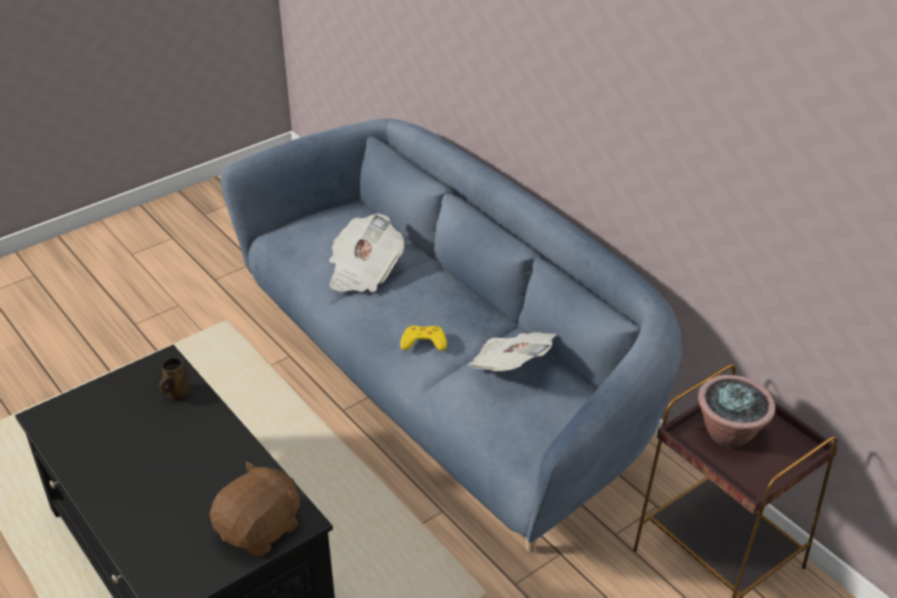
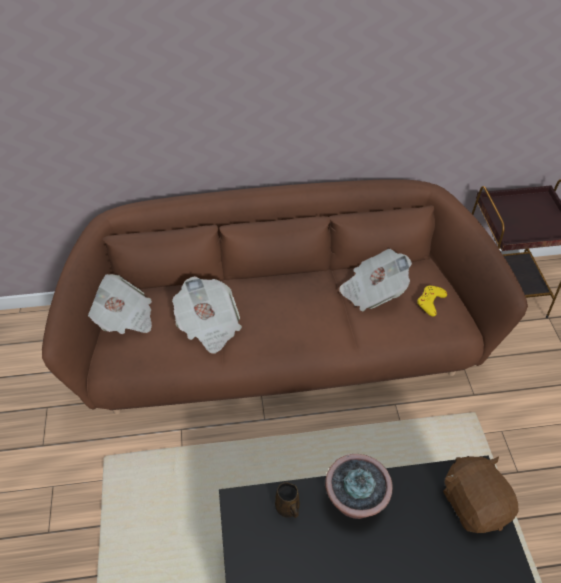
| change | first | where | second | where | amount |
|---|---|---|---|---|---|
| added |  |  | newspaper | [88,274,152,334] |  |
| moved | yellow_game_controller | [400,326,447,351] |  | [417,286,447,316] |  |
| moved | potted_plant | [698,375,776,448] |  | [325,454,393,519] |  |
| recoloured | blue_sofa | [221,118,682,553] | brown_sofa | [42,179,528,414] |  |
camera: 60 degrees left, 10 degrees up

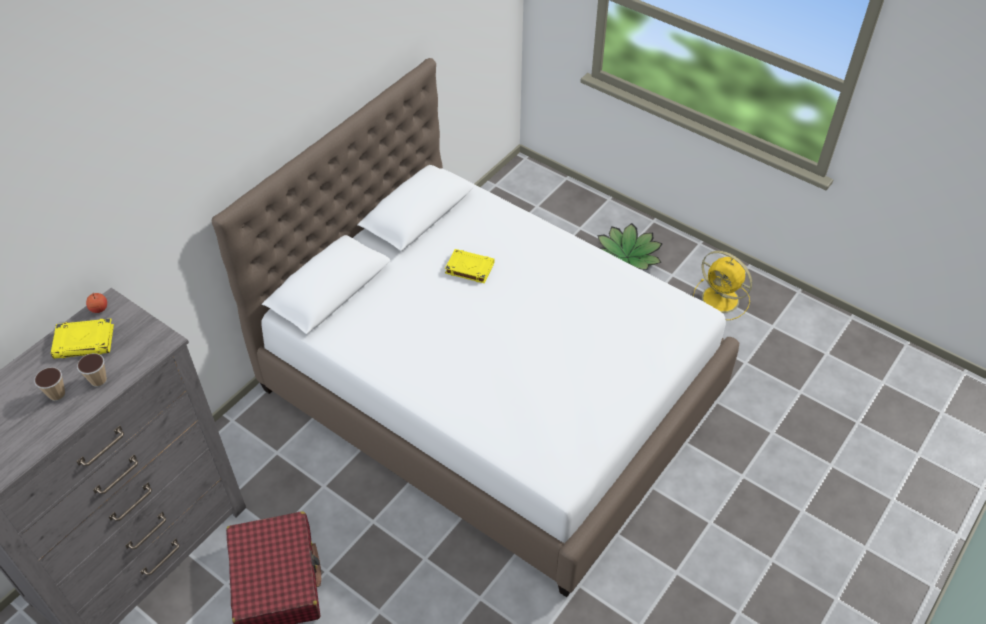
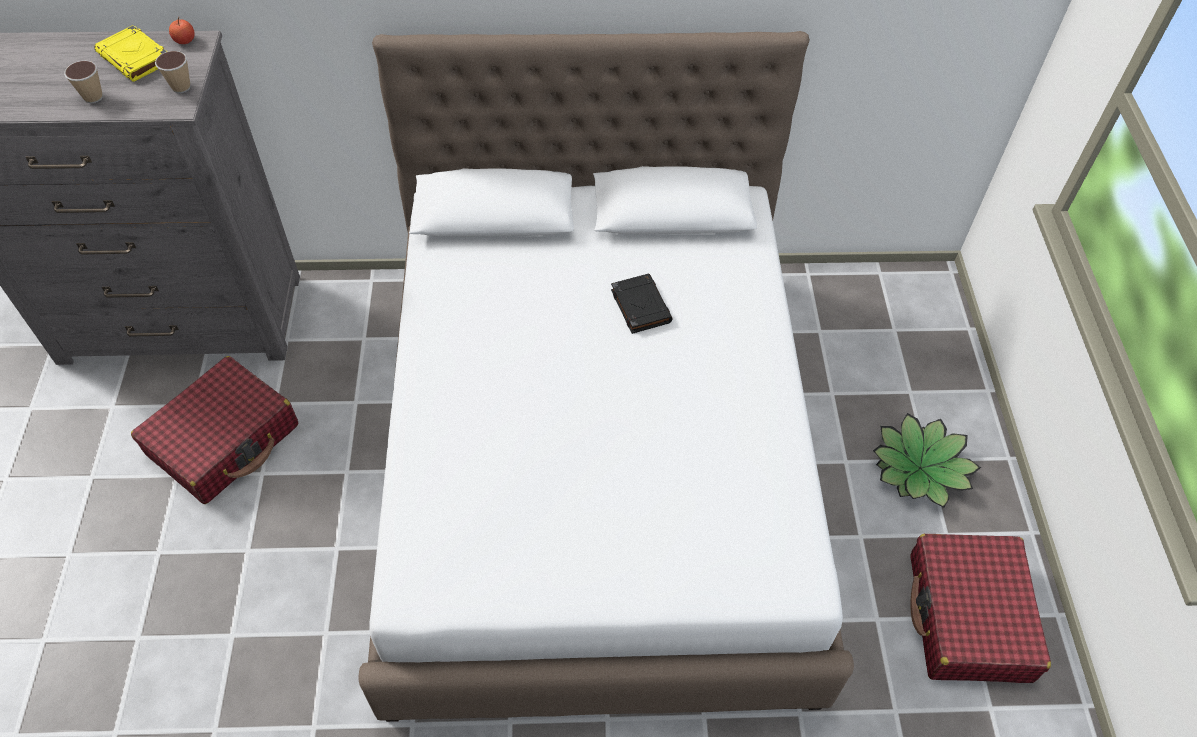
| change | first | where | second | where | amount |
|---|---|---|---|---|---|
| moved | cup | [34,367,65,401] |  | [155,51,191,93] |  |
| replaced | yellow_fan | [693,251,752,320] | red_suitcase | [910,534,1051,683] |  |
| recoloured | yellow_book | [445,249,495,284] | black_book | [611,274,672,334] |  |
camera: 50 degrees right, 5 degrees up

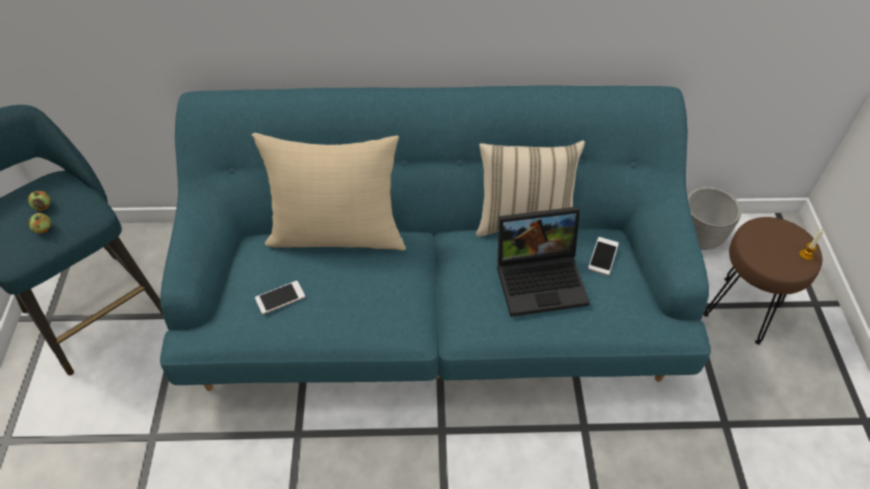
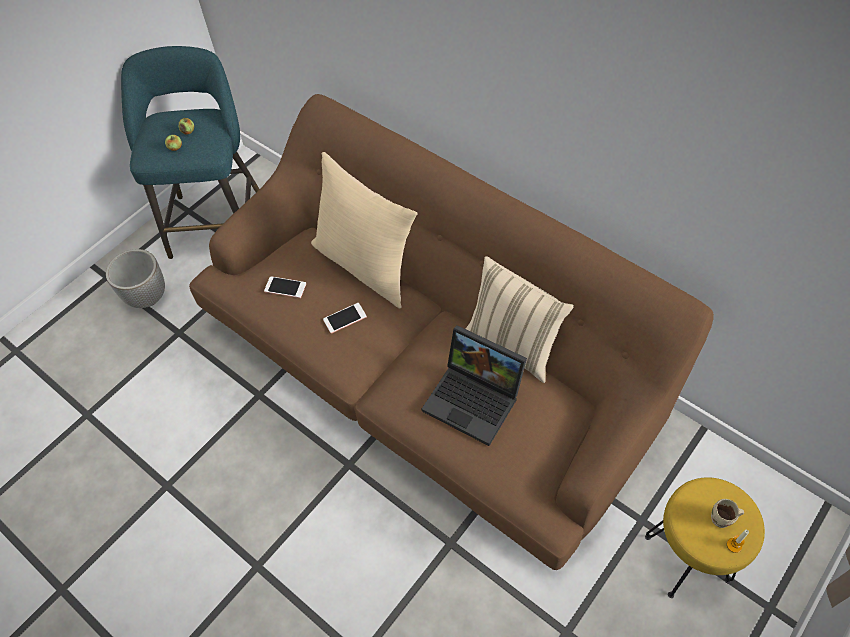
| change | first | where | second | where | amount |
|---|---|---|---|---|---|
| added |  |  | beige_mug | [711,499,744,528] |  |
| moved | phone | [588,237,619,275] |  | [323,303,367,333] |  |
| moved | planter | [687,187,741,250] |  | [106,249,165,308] |  |
| recoloured | turquoise_sofa | [160,86,711,391] | brown_sofa | [189,94,714,570] |  |
| recoloured | brown_stool | [703,217,822,345] | yellow_stool | [645,477,765,598] |  |
camera: 45 degrees right, 5 degrees up

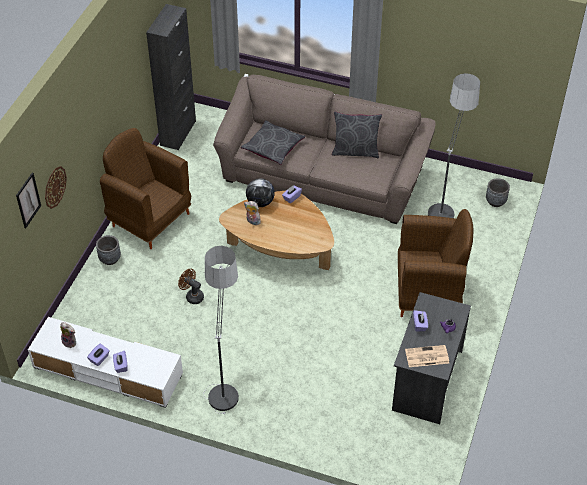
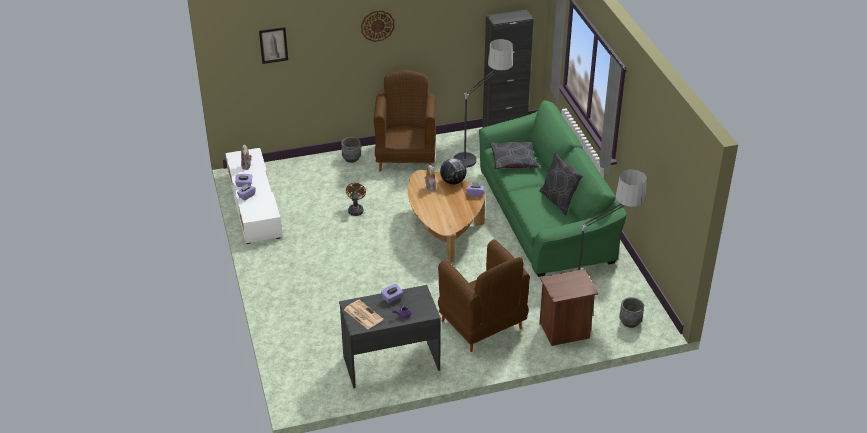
| change | first | where | second | where | amount |
|---|---|---|---|---|---|
| added |  |  | brown_nightstand | [539,269,599,346] |  |
| moved | wall_clock | [45,166,67,209] |  | [361,10,395,42] |  |
| moved | floor_lamp | [203,246,239,414] |  | [453,39,514,168] |  |
| recoloured | brown_sofa | [213,75,436,224] | green_sofa | [479,101,627,277] |  |
camera: 55 degrees right, 10 degrees down

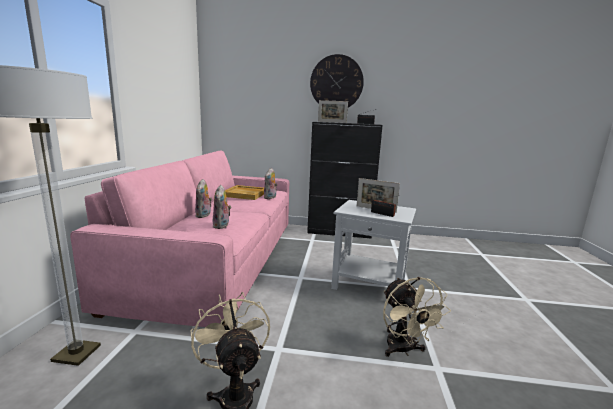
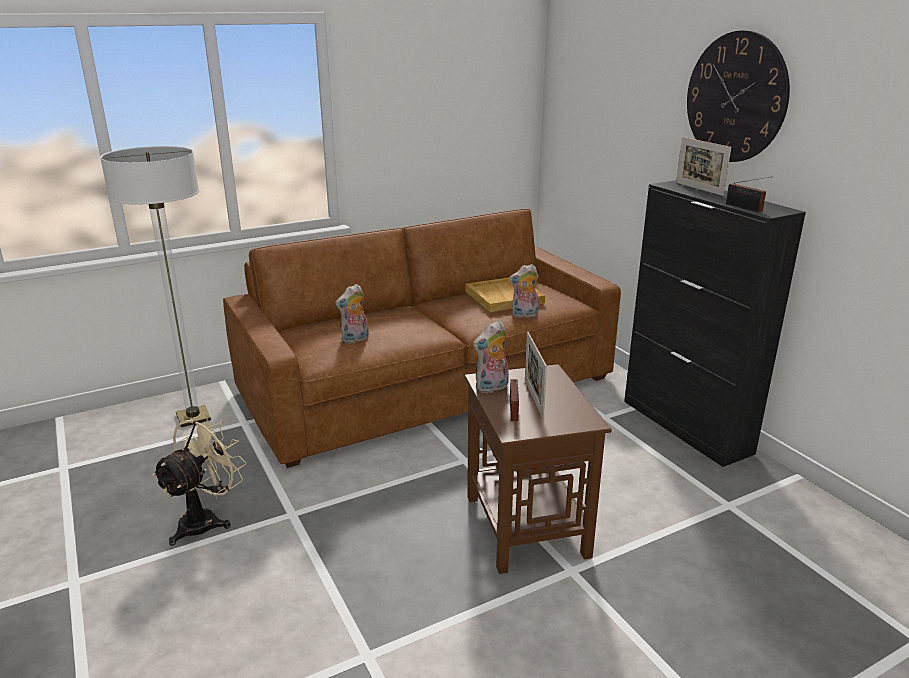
| change | first | where | second | where | amount |
|---|---|---|---|---|---|
| removed | beige_fan | [383,277,451,357] |  |  |  |
| moved | plush_toy | [195,179,212,218] |  | [473,320,509,393] |  |
| recoloured | pink_sofa | [70,150,289,327] | brown_sofa | [223,209,621,468] |  |
| recoloured | white_side_table | [331,200,416,290] | brown_side_table | [464,364,611,574] |  |
camera: 55 degrees right, 10 degrees up

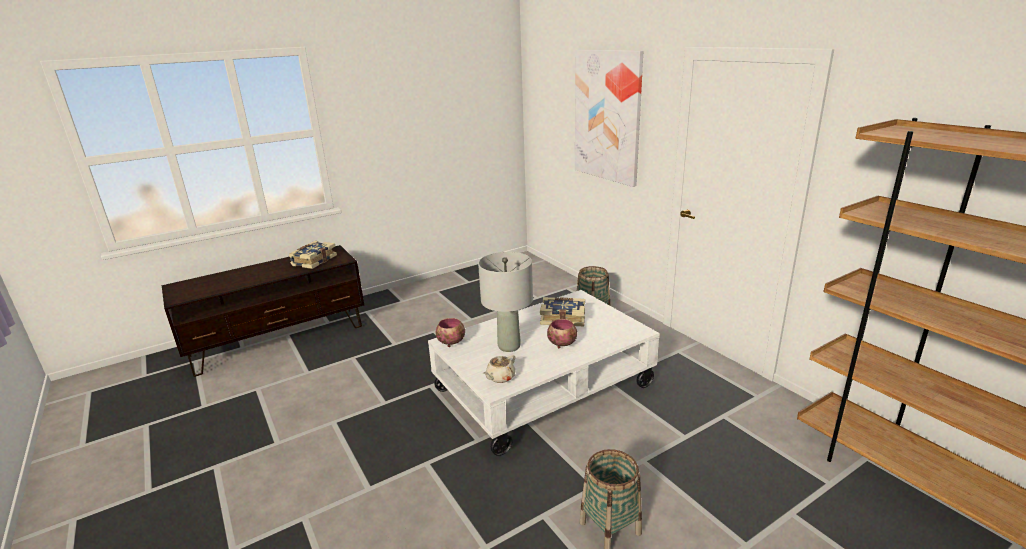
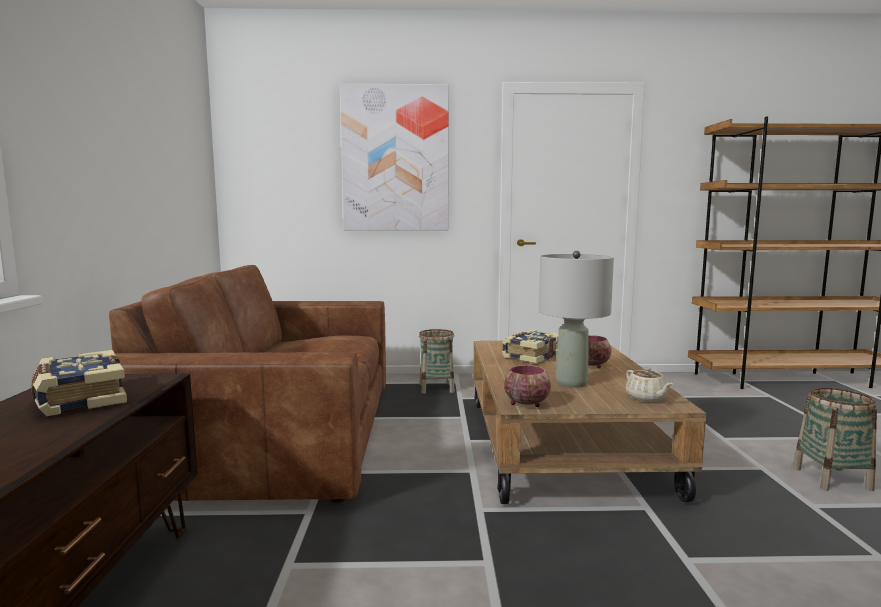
| change | first | where | second | where | amount |
|---|---|---|---|---|---|
| added |  |  | brown_sofa | [109,265,386,503] |  |
| recoloured | white_coffee_table | [428,290,659,456] | brown_coffee_table | [473,341,707,504] |  |
camera: 60 degrees left, 15 degrees down

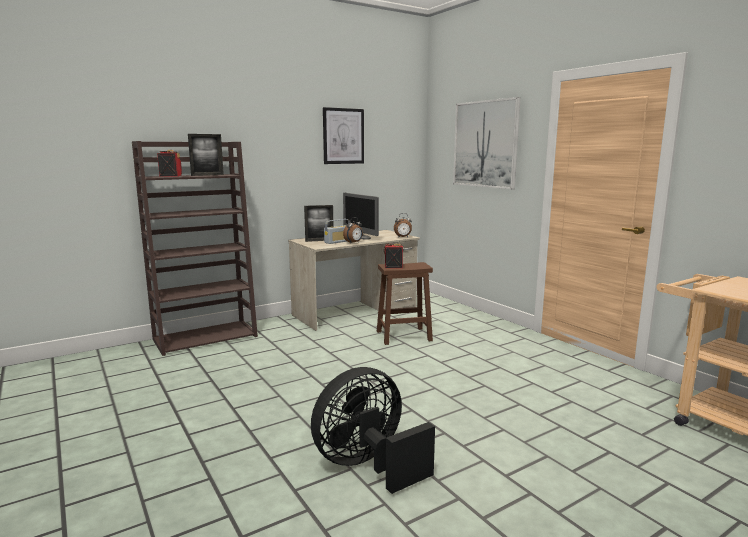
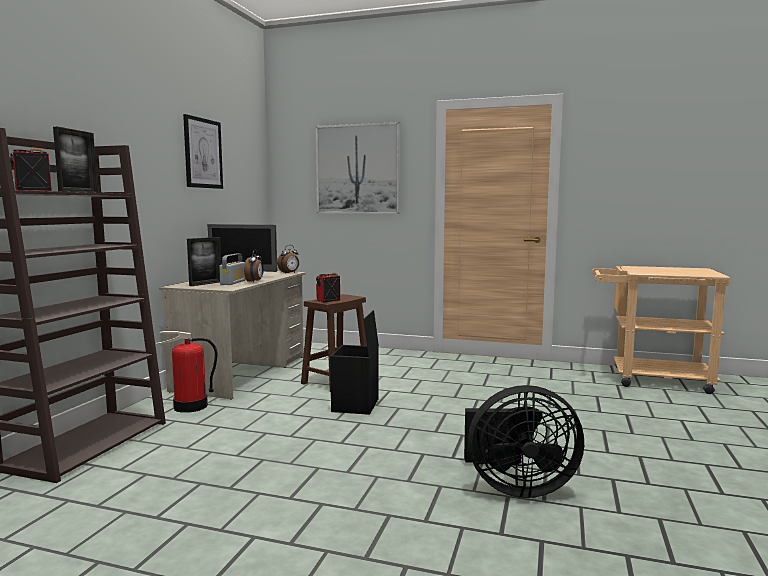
| change | first | where | second | where | amount |
|---|---|---|---|---|---|
| added |  |  | fire_extinguisher | [156,331,218,413] |  |
| added |  |  | black_storage_box | [330,310,379,415] |  |
| turned | black_fan | [311,367,435,494] |  | [464,385,584,498] | 105 degrees counterclockwise |
camera: 40 degrees left, 5 degrees down

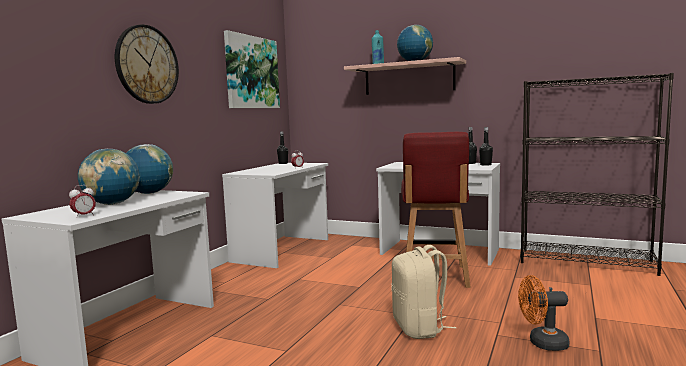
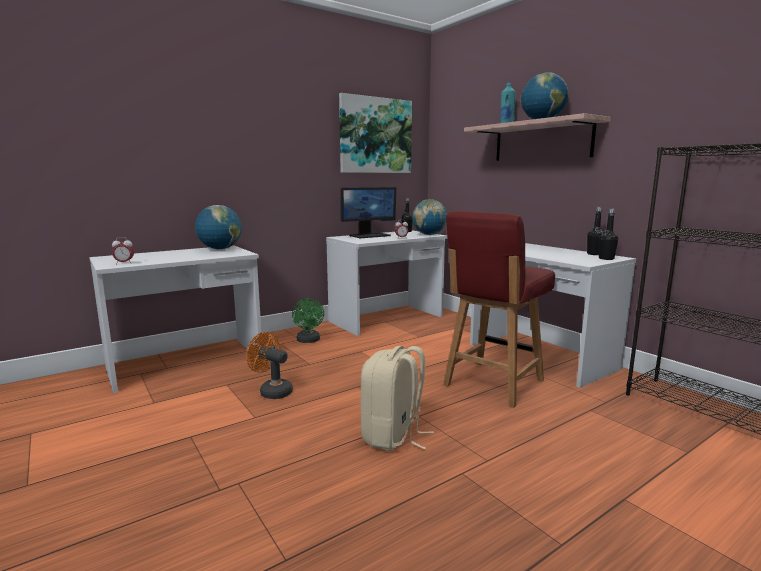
| change | first | where | second | where | amount |
|---|---|---|---|---|---|
| removed | wall_clock | [115,24,179,104] |  |  |  |
| added |  |  | green_fan | [292,298,324,343] |  |
| added |  |  | monitor | [340,187,396,238] |  |
| moved | globe | [78,149,140,205] |  | [412,199,447,235] |  |
| moved | orange_fan | [518,275,569,351] |  | [246,332,293,399] |  |
camera: 30 degrees right, 5 degrees up

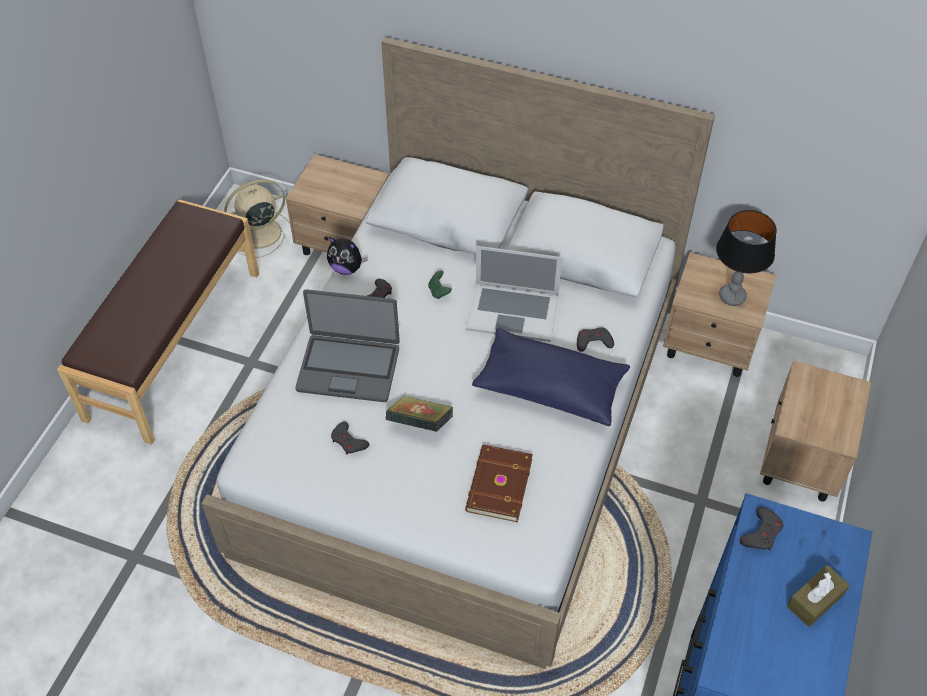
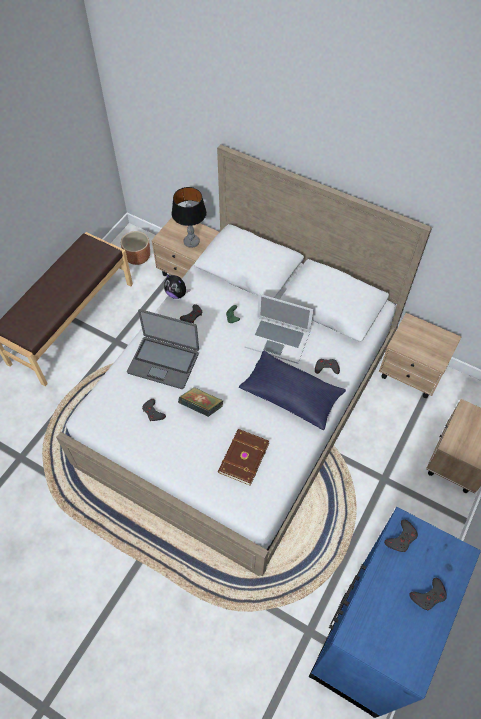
| change | first | where | second | where | amount |
|---|---|---|---|---|---|
| moved | table_lamp | [716,210,777,306] |  | [172,187,207,248] |  |
| replaced | beige_fan | [224,179,290,258] | brown_planter | [121,231,150,265] |  |
| replaced | brown_tissue_box | [787,565,850,627] | grey_game_controller | [409,578,447,610] |  |
camera: 10 degrees right, 5 degrees up

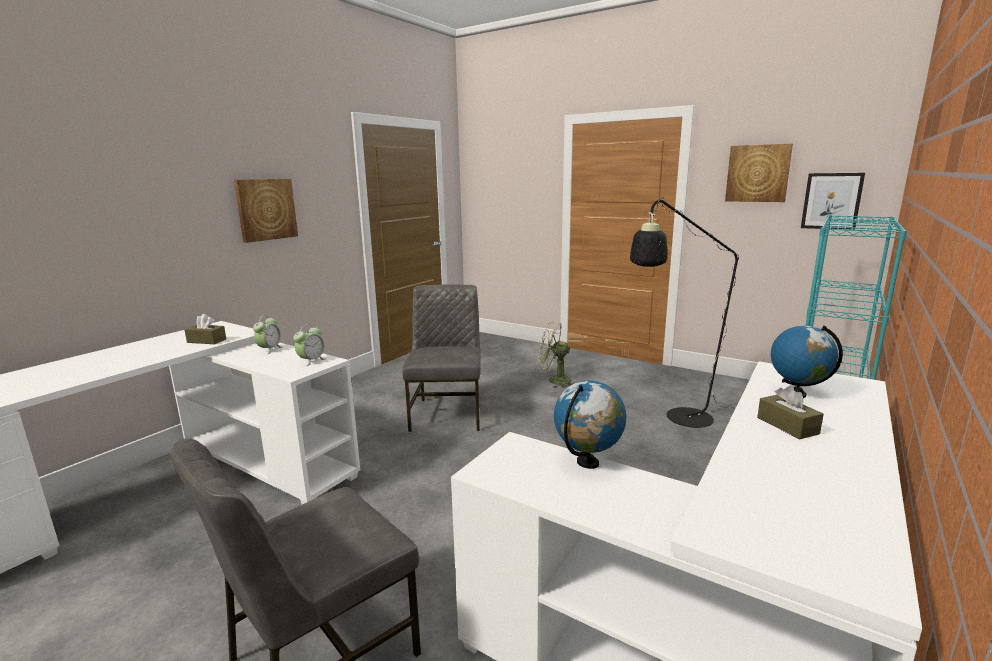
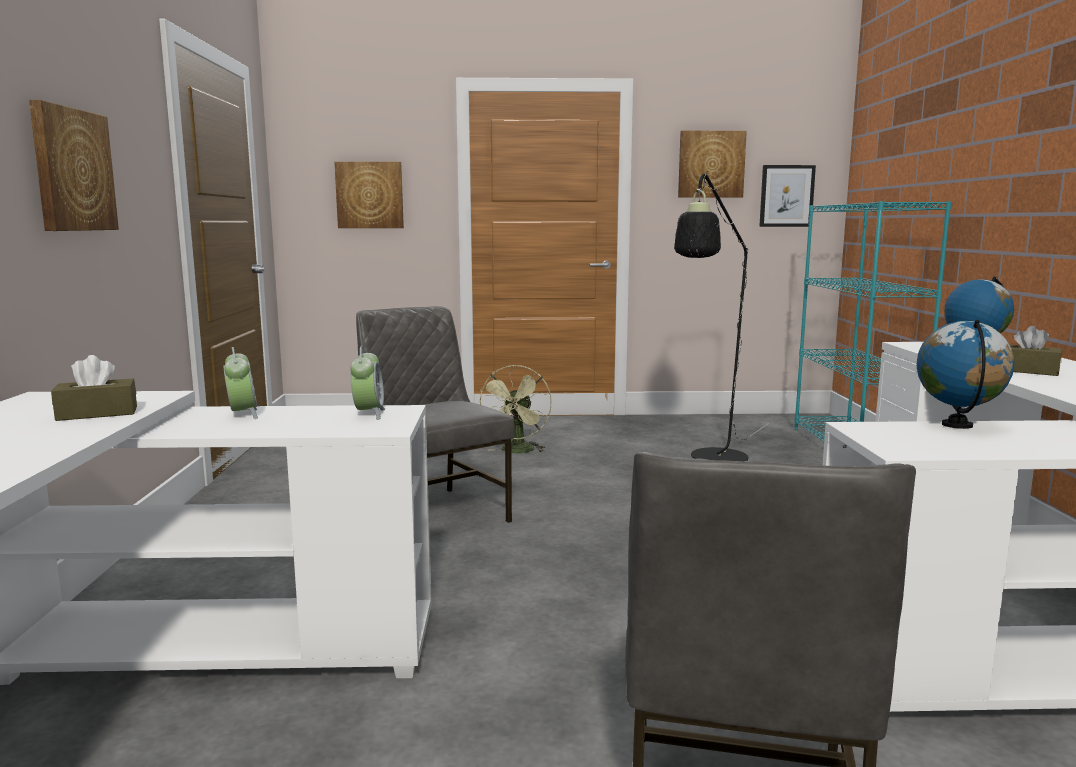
| change | first | where | second | where | amount |
|---|---|---|---|---|---|
| added |  |  | picture | [334,162,404,228] |  |
| turned | green_fan | [537,322,574,388] |  | [479,365,552,453] | 60 degrees counterclockwise |
camera: 35 degrees left, 5 degrees down

